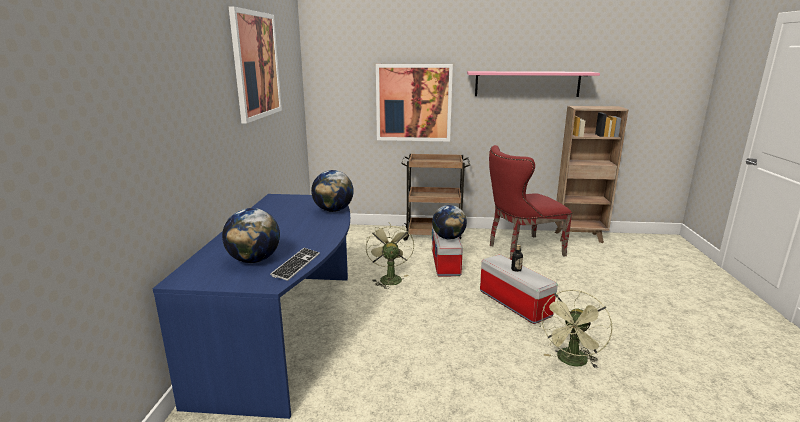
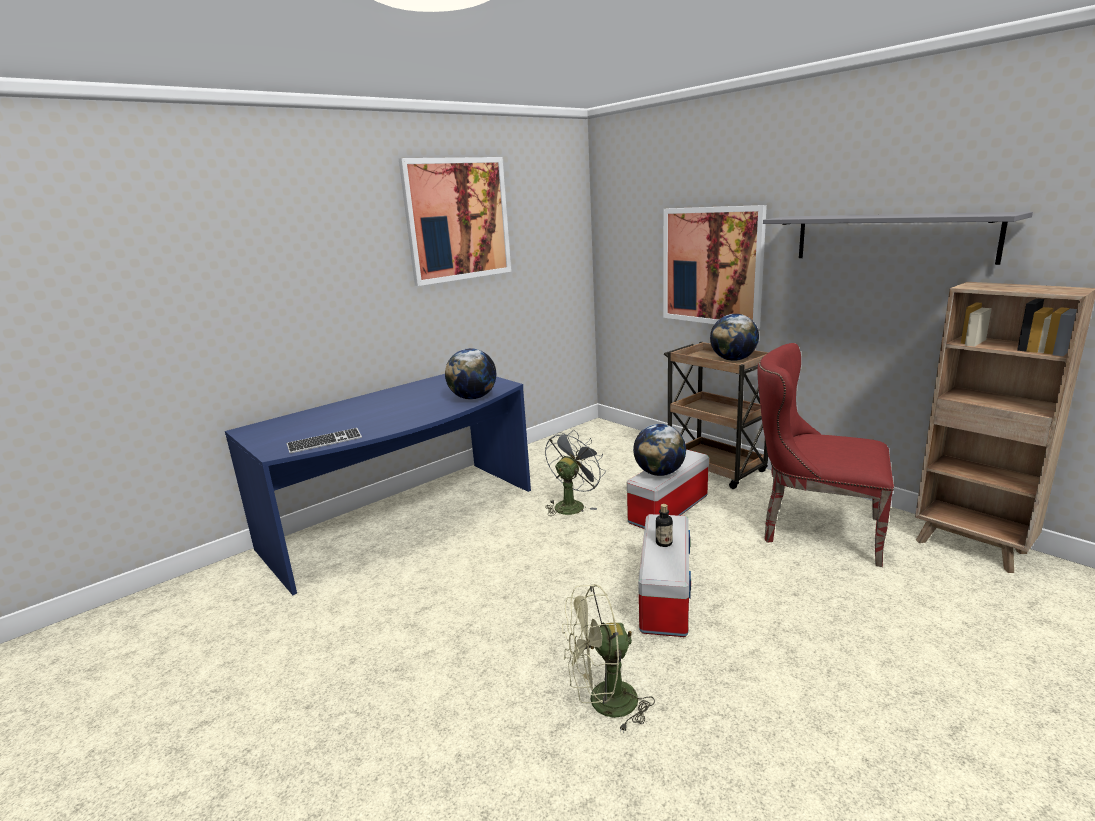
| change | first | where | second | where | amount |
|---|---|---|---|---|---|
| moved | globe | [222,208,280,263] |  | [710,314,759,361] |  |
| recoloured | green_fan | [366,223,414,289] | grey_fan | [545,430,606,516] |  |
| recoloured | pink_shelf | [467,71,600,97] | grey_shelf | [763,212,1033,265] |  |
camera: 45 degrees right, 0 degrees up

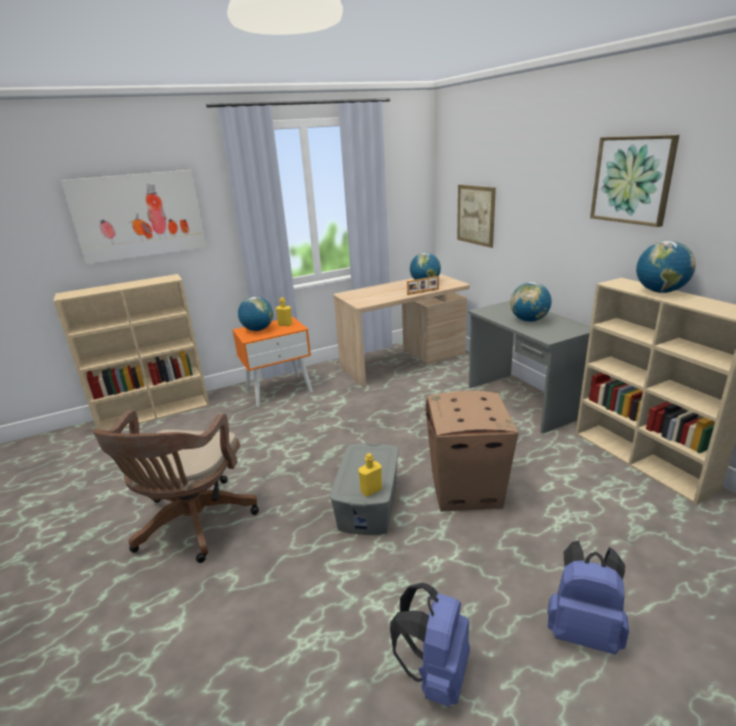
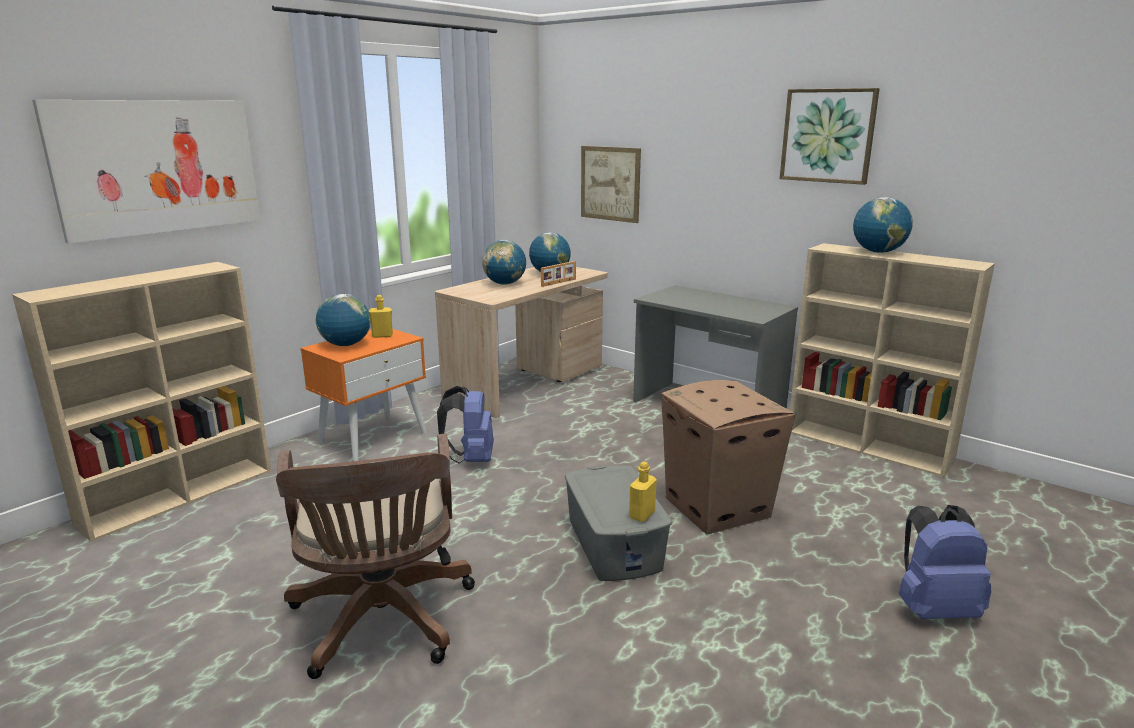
| change | first | where | second | where | amount |
|---|---|---|---|---|---|
| moved | blue_backpack | [390,583,470,707] |  | [437,386,494,463] |  |
| moved | globe | [510,282,551,322] |  | [482,240,526,285] |  |
camera: 25 degrees left, 5 degrees down

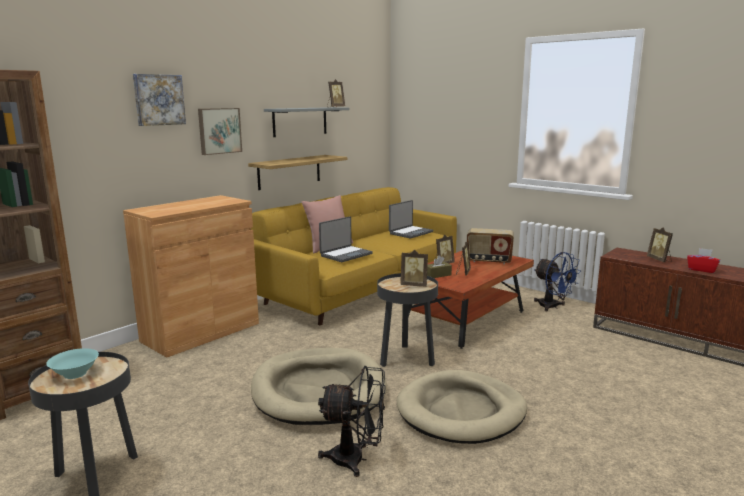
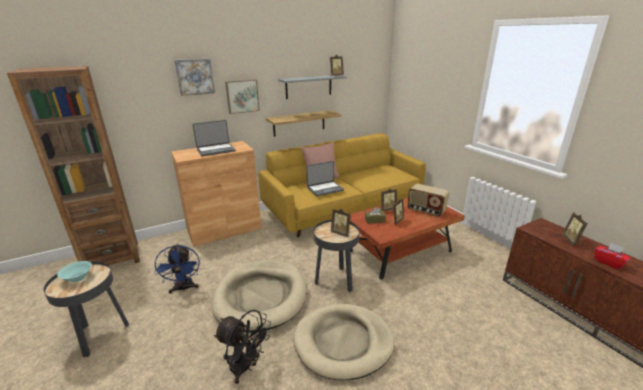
| change | first | where | second | where | amount |
|---|---|---|---|---|---|
| moved | laptop | [389,200,433,238] |  | [193,120,235,157] |  |
| moved | blue_fan | [534,252,581,311] |  | [154,244,200,293] |  |
camera: 20 degrees right, 10 degrees up

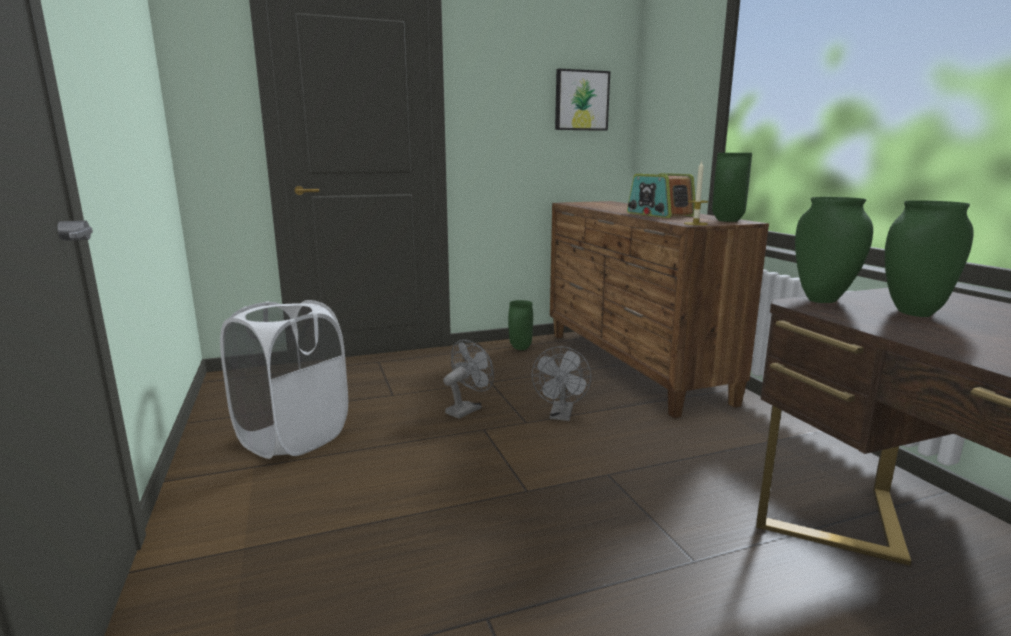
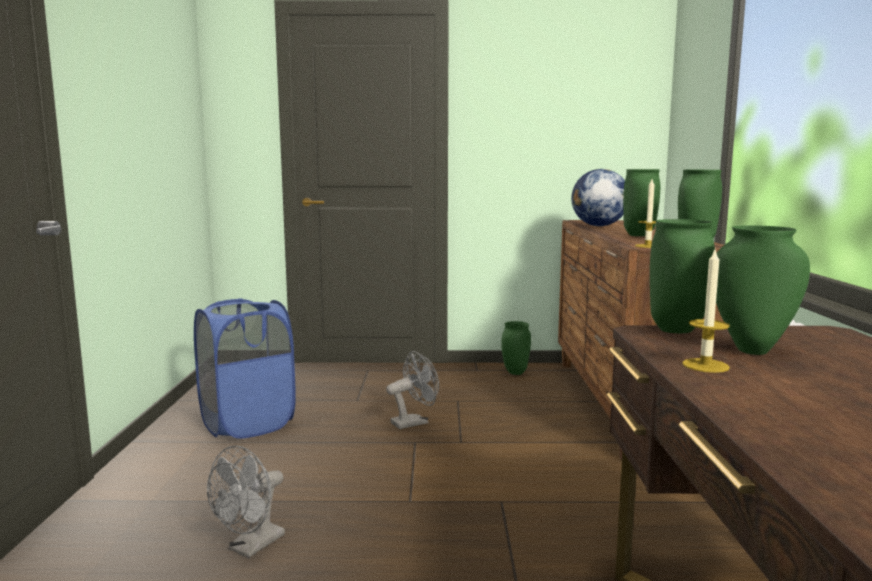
| change | first | where | second | where | amount |
|---|---|---|---|---|---|
| removed | picture | [555,68,610,131] |  |  |  |
| added |  |  | globe | [571,169,625,226] |  |
| added |  |  | candle | [682,250,730,373] |  |
| moved | grey_fan | [532,346,591,421] |  | [207,446,285,558] |  |
| replaced | radio | [627,173,695,218] | green_vase | [623,169,660,236] |  |
| recoloured | white_laundry_basket | [220,300,348,459] | blue_laundry_basket | [194,299,296,439] |  |
camera: 20 degrees right, 5 degrees down

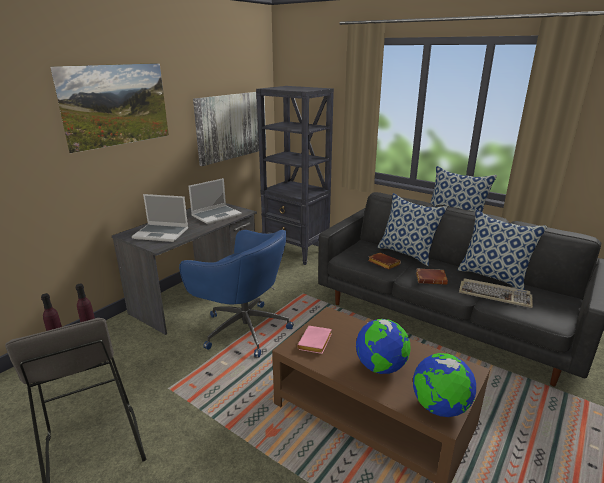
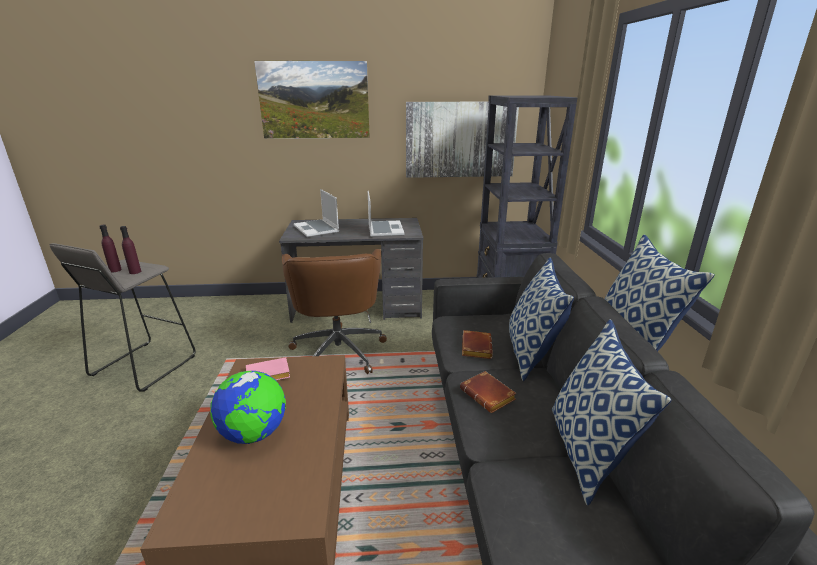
| change | first | where | second | where | amount |
|---|---|---|---|---|---|
| removed | globe | [413,353,476,417] |  |  |  |
| removed | keyboard | [459,278,533,308] |  |  |  |
| recoloured | blue_office_chair | [179,230,294,357] | brown_office_chair | [282,249,387,374] |  |
| turned | laptop | [189,178,242,224] |  | [368,191,405,237] | 105 degrees counterclockwise |
camera: 50 degrees right, 0 degrees up

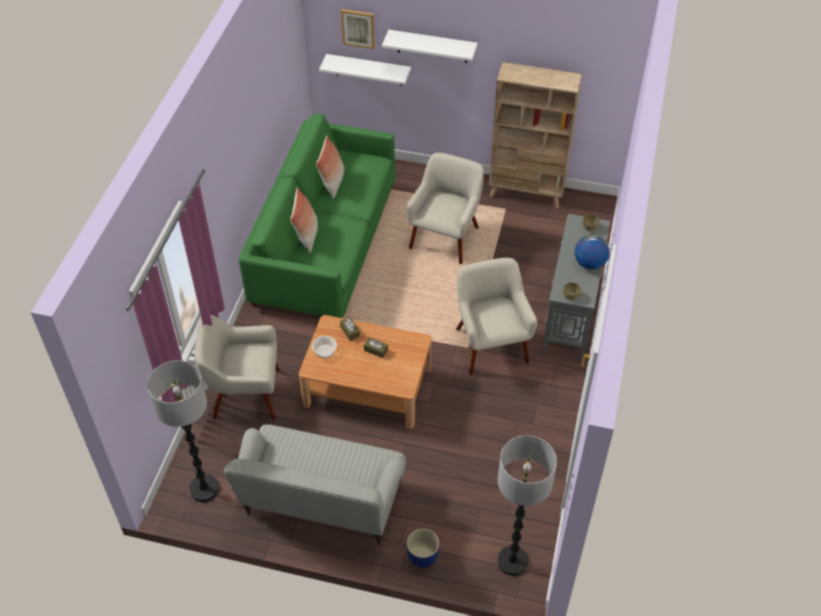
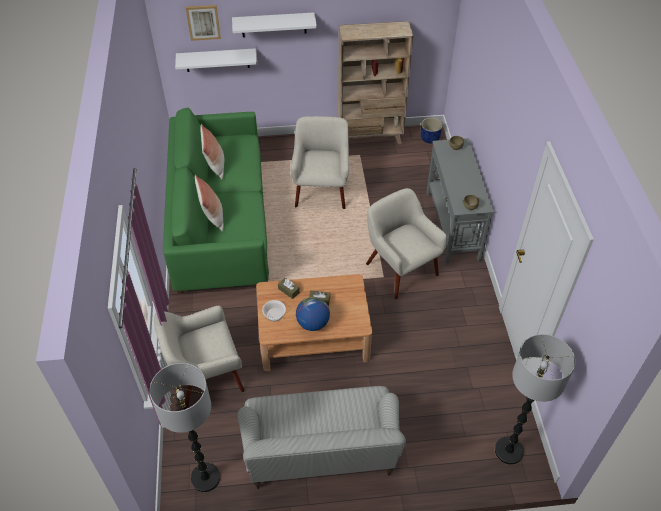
| change | first | where | second | where | amount |
|---|---|---|---|---|---|
| moved | blue_planter | [407,528,439,568] |  | [421,118,443,143] |  |
| moved | globe | [575,235,610,269] |  | [296,297,330,331] |  |
camera: 20 degrees left, 0 degrees up

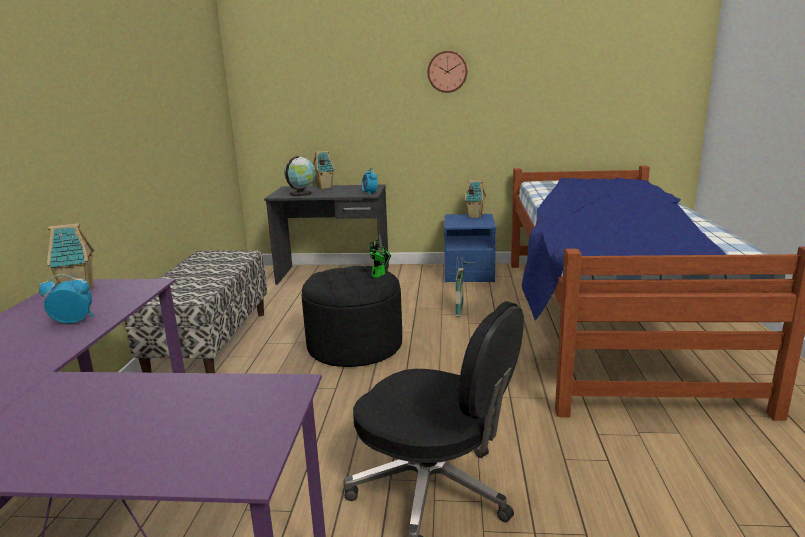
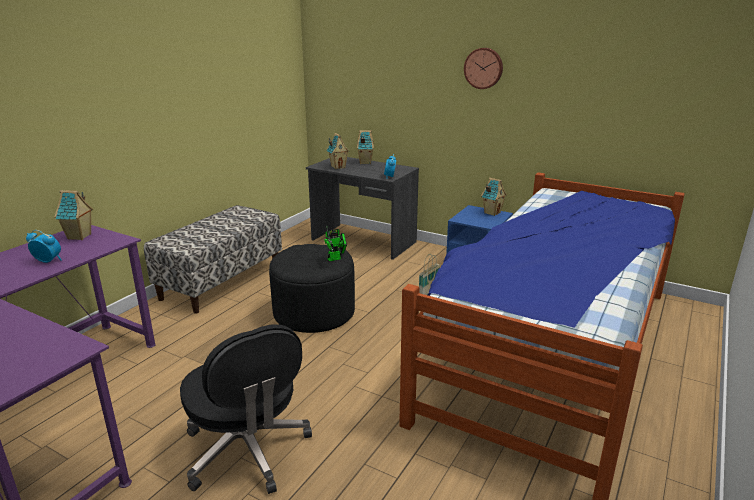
| change | first | where | second | where | amount |
|---|---|---|---|---|---|
| replaced | globe | [284,156,316,196] | toy_house | [326,133,350,169] |  |
camera: 25 degrees right, 5 degrees up

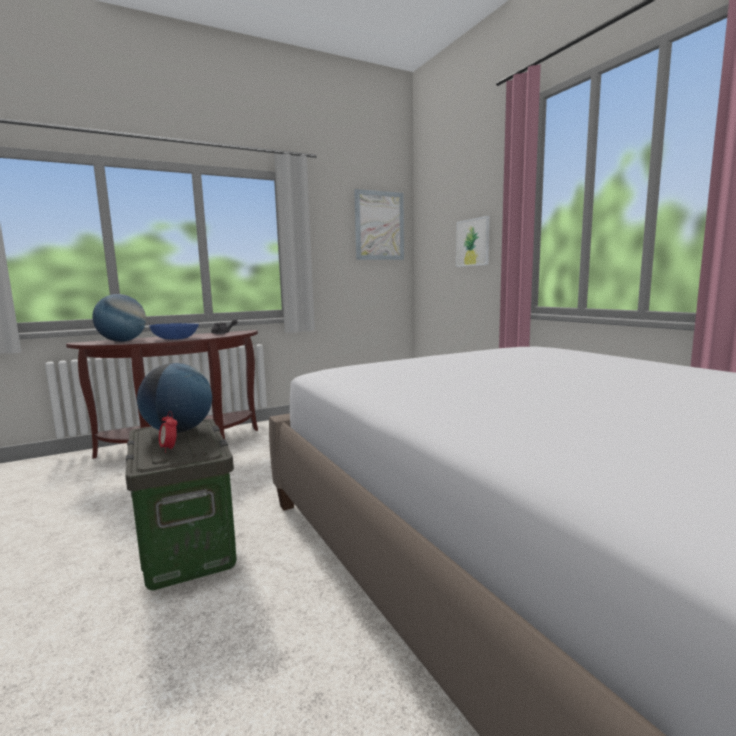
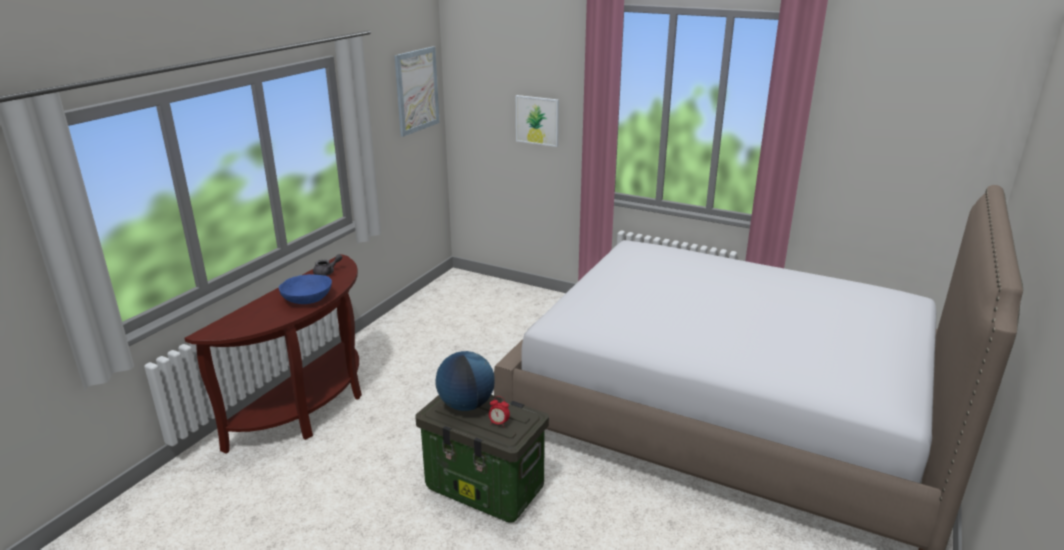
| change | first | where | second | where | amount |
|---|---|---|---|---|---|
| removed | globe | [92,294,146,342] |  |  |  |
camera: 35 degrees left, 15 degrees up

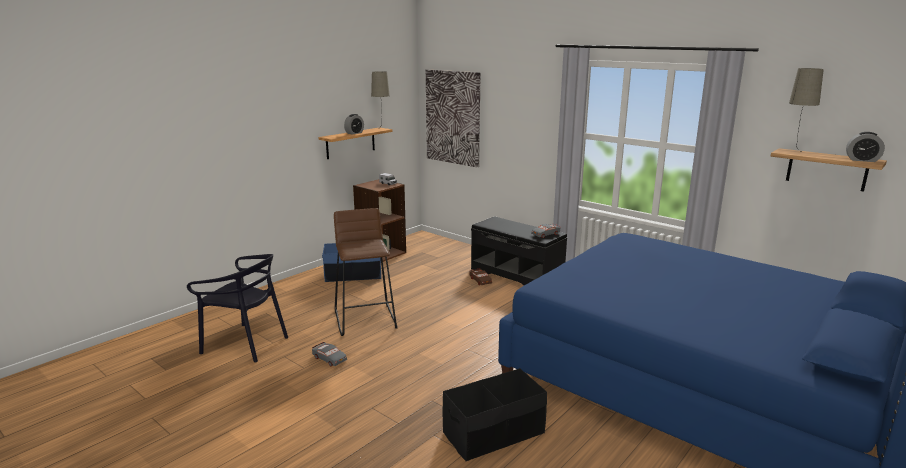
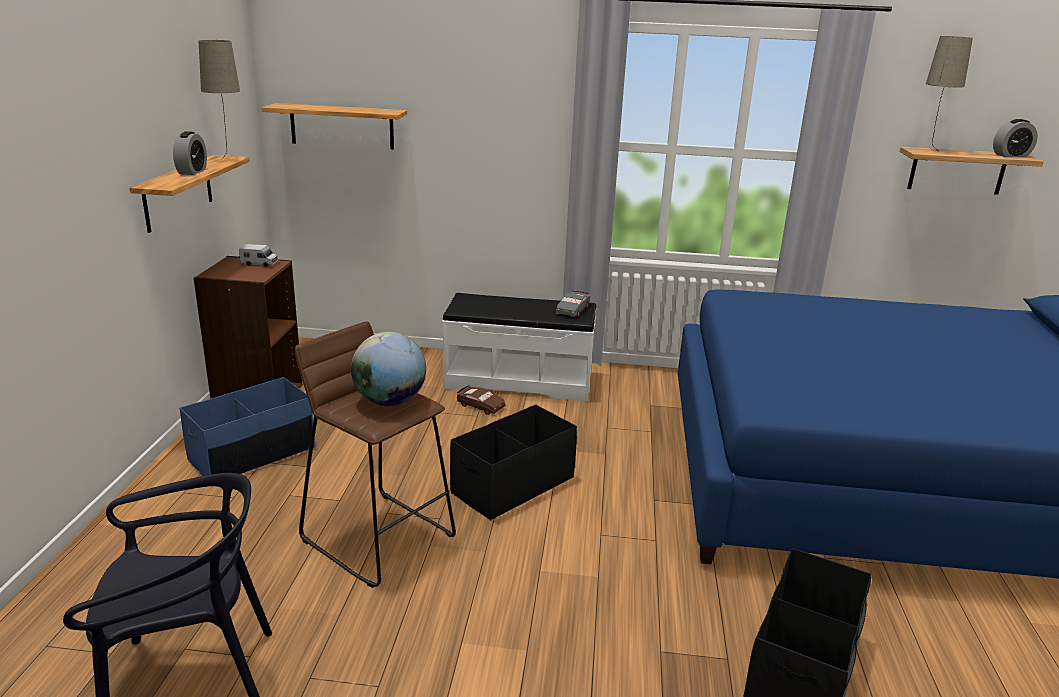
| change | first | where | second | where | amount |
|---|---|---|---|---|---|
| removed | grey_toy_car | [312,342,347,367] |  |  |  |
| added |  |  | globe | [351,332,426,406] |  |
| added |  |  | black_storage_box | [450,404,577,520] |  |
| replaced | picture | [426,70,481,167] | shelf | [262,103,407,150] |  |
| recoloured | black_bench | [471,216,567,285] | white_bench | [442,293,596,402] |  |
camera: 35 degrees left, 5 degrees up

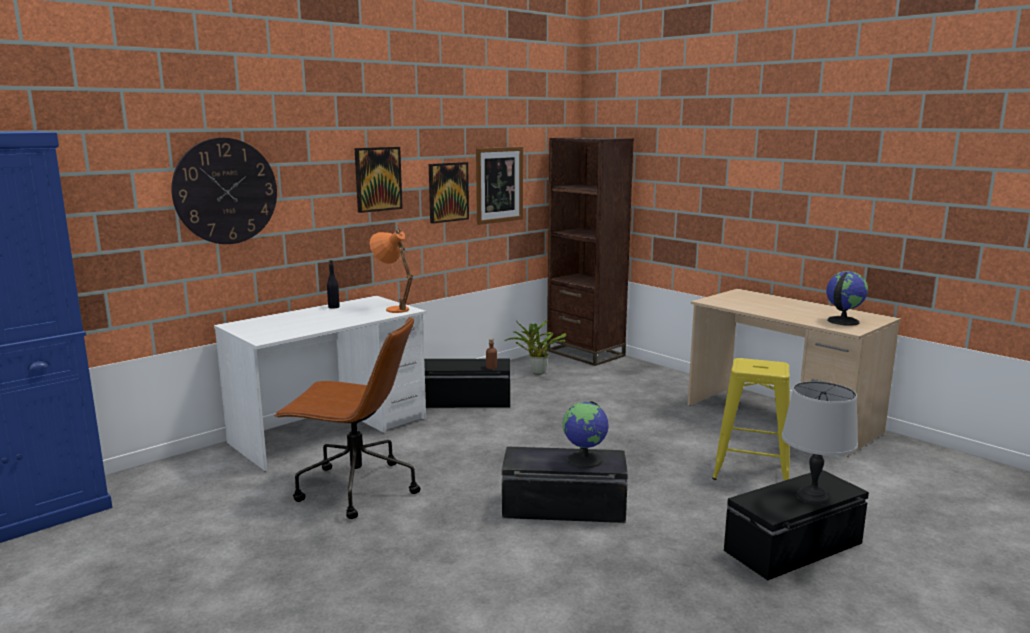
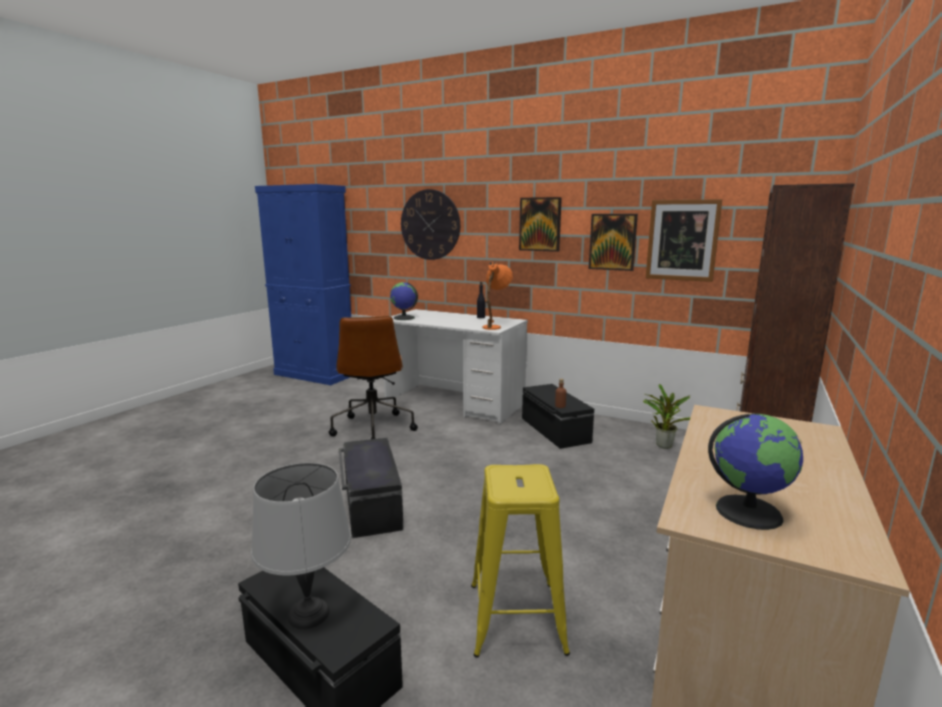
| change | first | where | second | where | amount |
|---|---|---|---|---|---|
| moved | globe | [563,401,608,468] |  | [390,282,418,320] |  |
camera: 70 degrees right, 0 degrees up

